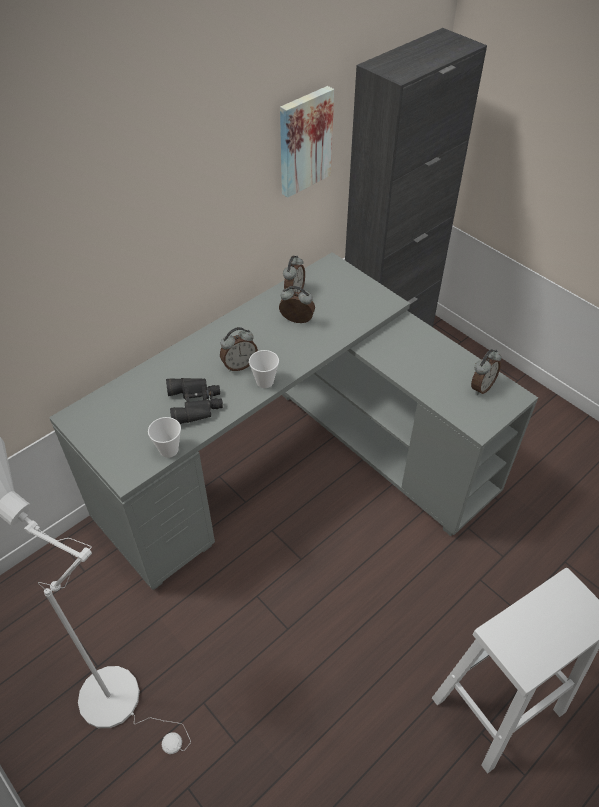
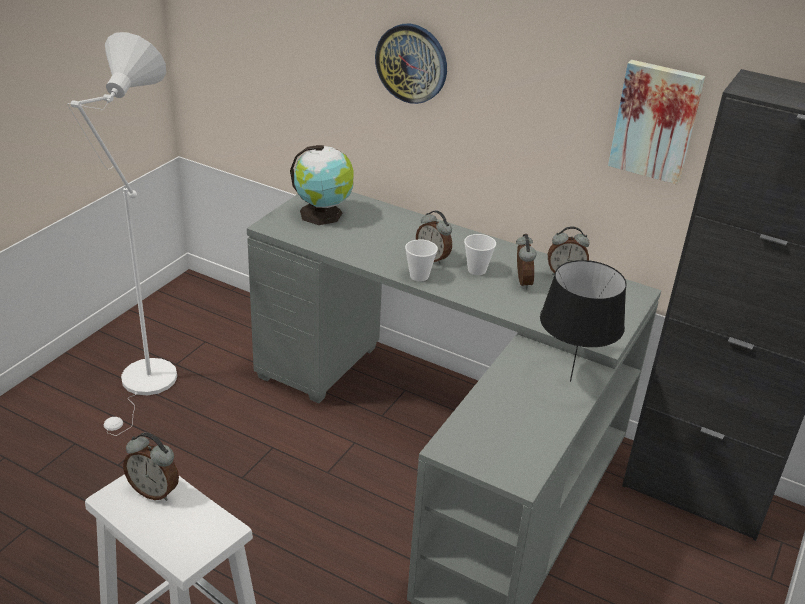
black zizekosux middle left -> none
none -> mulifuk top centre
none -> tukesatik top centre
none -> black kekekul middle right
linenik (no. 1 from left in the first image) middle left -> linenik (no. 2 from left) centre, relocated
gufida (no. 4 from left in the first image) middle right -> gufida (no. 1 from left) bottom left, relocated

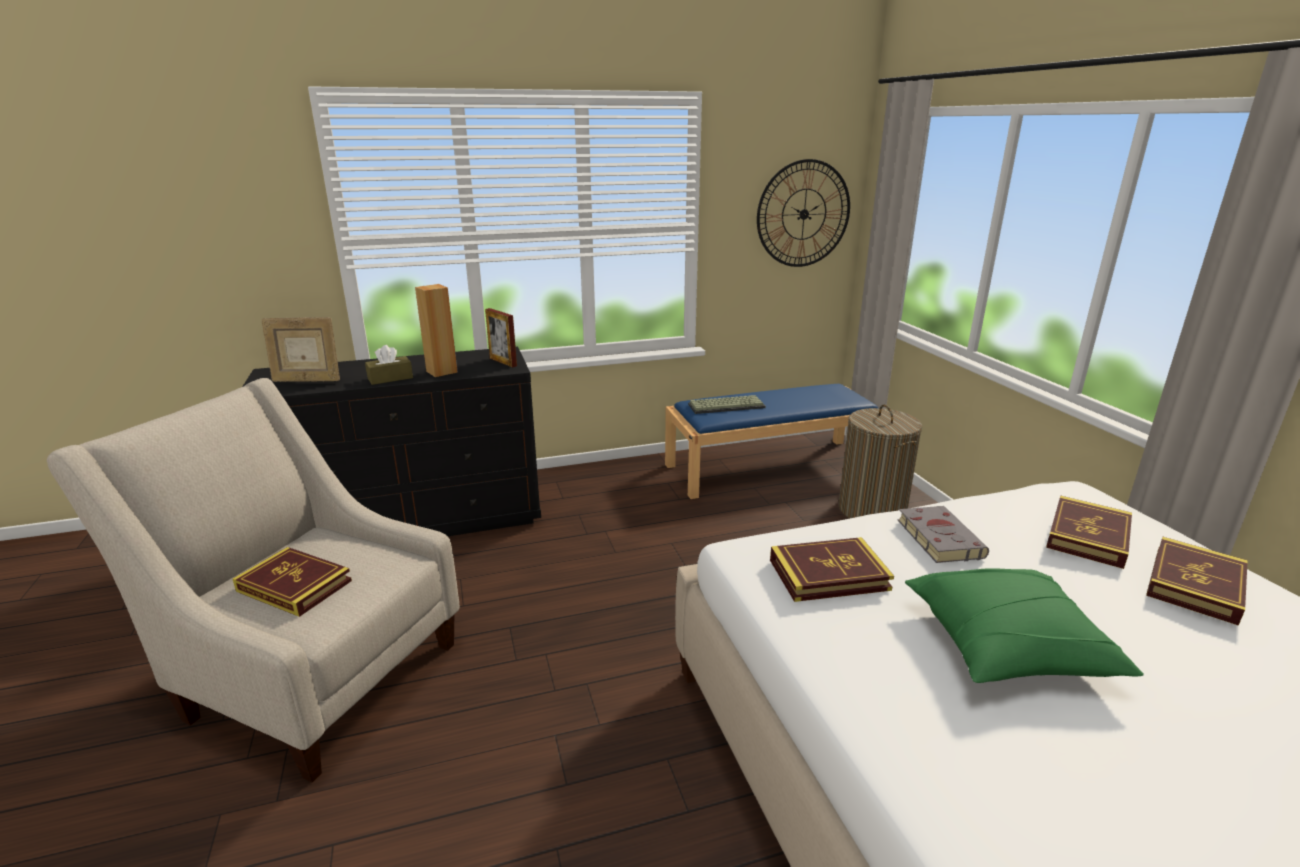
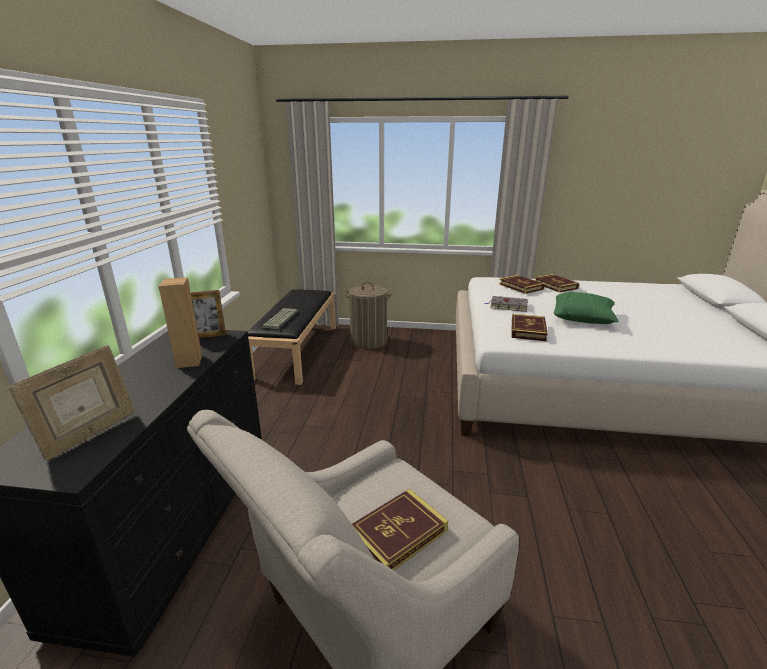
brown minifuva middle left -> none
tukesatik top centre -> none
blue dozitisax centre -> black dozitisax centre

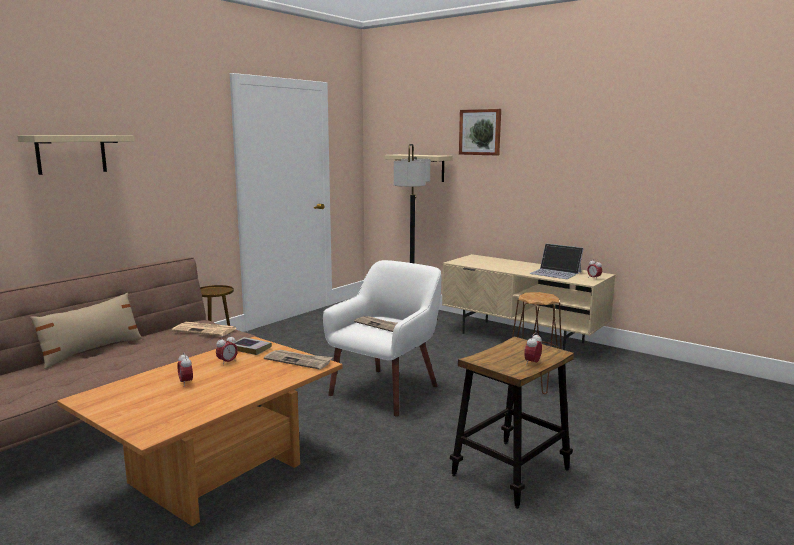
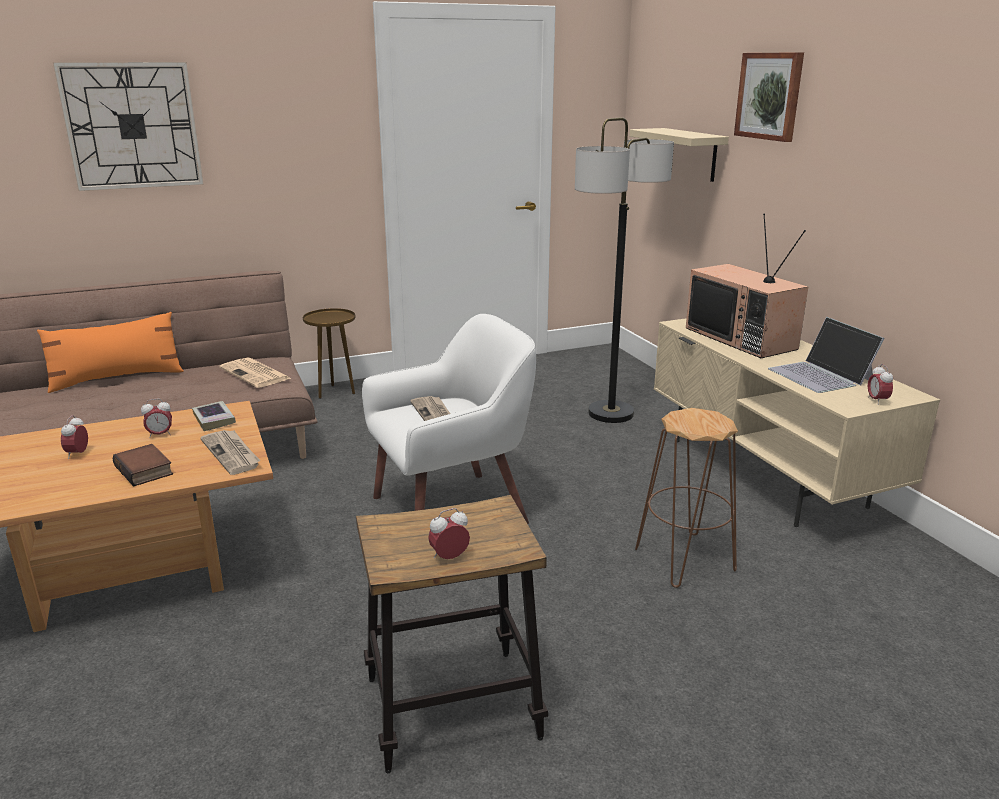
none -> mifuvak (no. 1 from left) middle left
none -> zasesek middle right
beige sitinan (no. 1 from left) top left -> tukesatik top left
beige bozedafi middle left -> orange bozedafi middle left

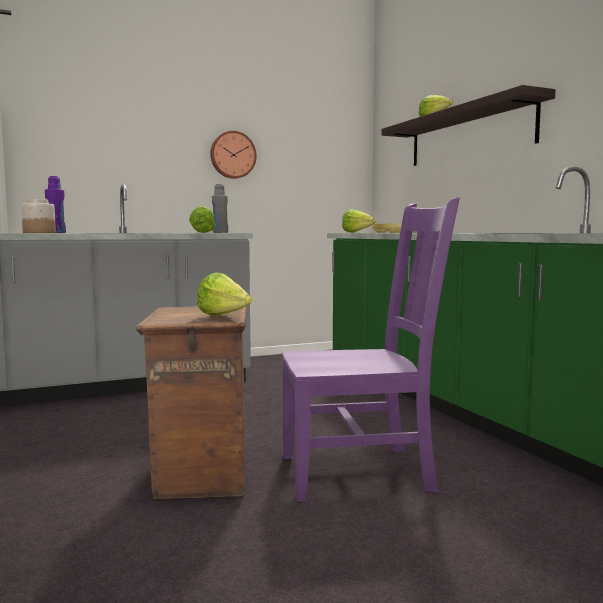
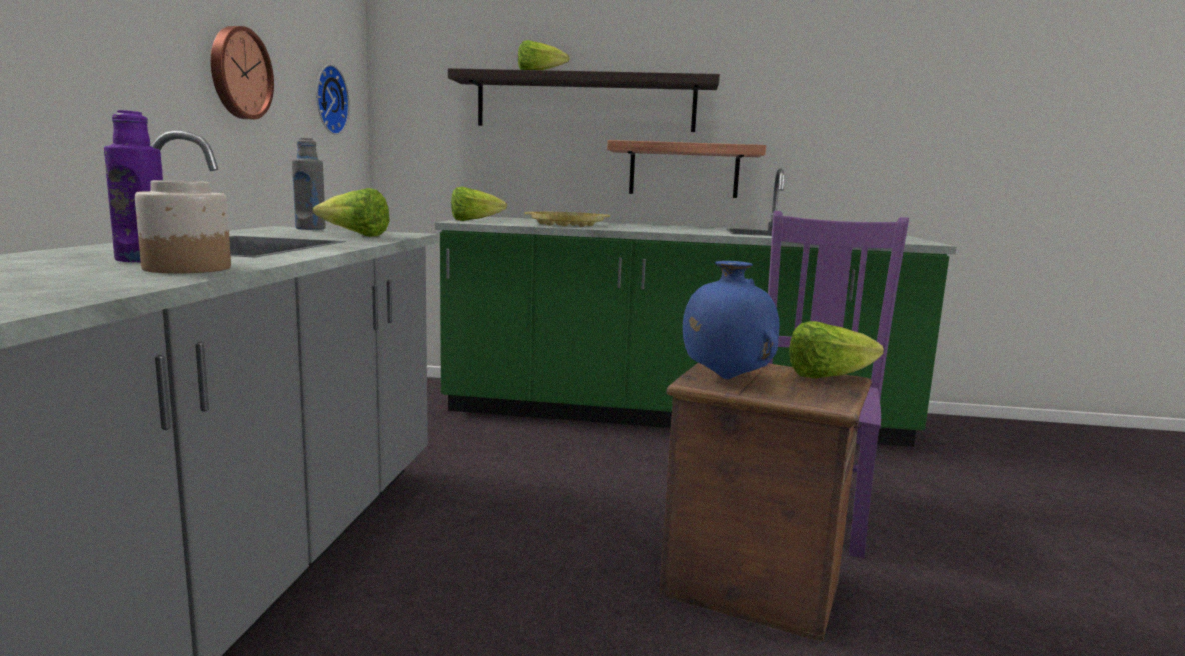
none -> tukesatik (no. 2 from left) top left
none -> sitinan (no. 2 from left) top centre
none -> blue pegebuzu centre

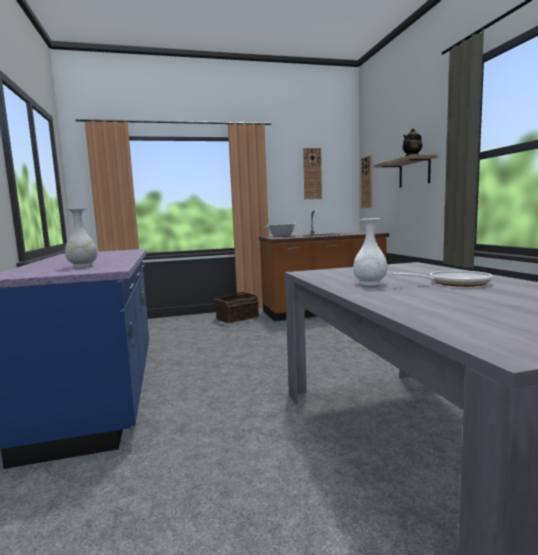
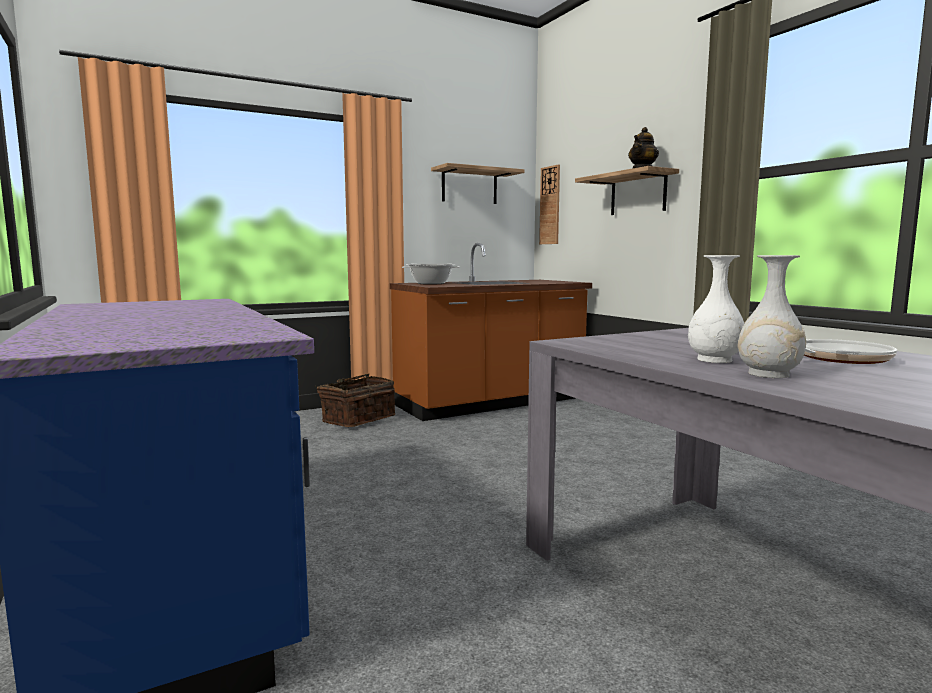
white pegebuzu (no. 1 from left in the first image) middle left -> white pegebuzu (no. 2 from left) middle right, relocated
tukesatik (no. 1 from left) top centre -> sitinan (no. 1 from left) top centre

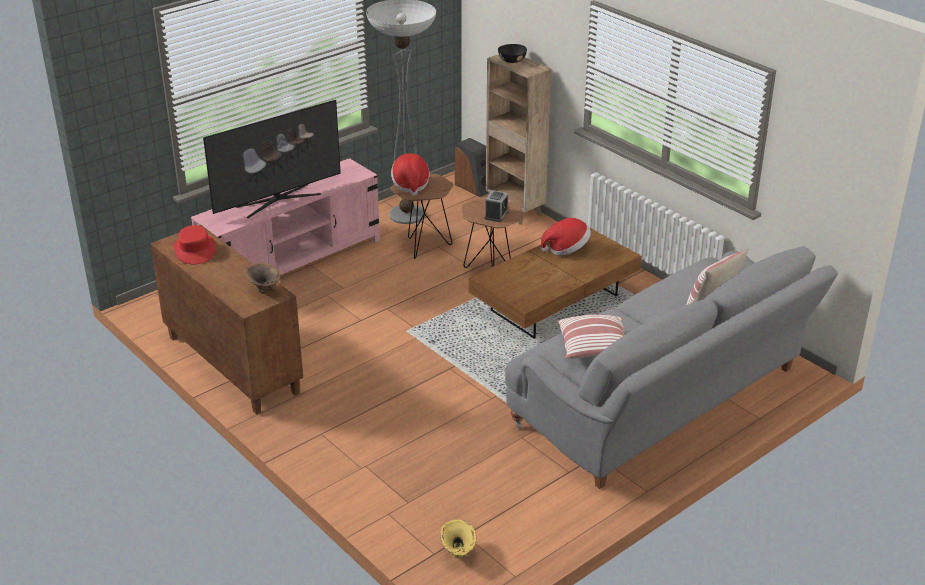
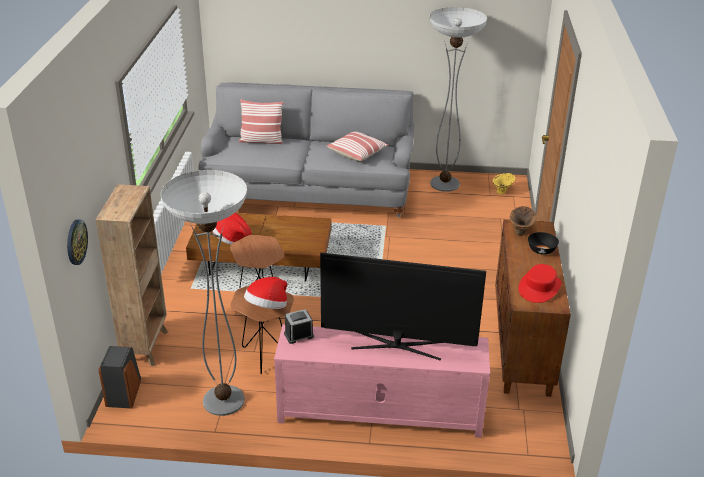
none -> tukesatik middle left
none -> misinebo (no. 2 from left) top centre
gufida centre -> gufida bottom centre, relocated
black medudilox top centre -> black medudilox middle right, relocated

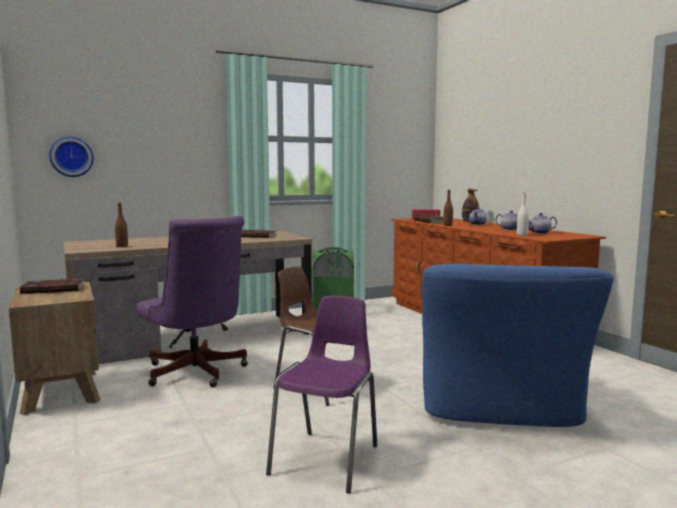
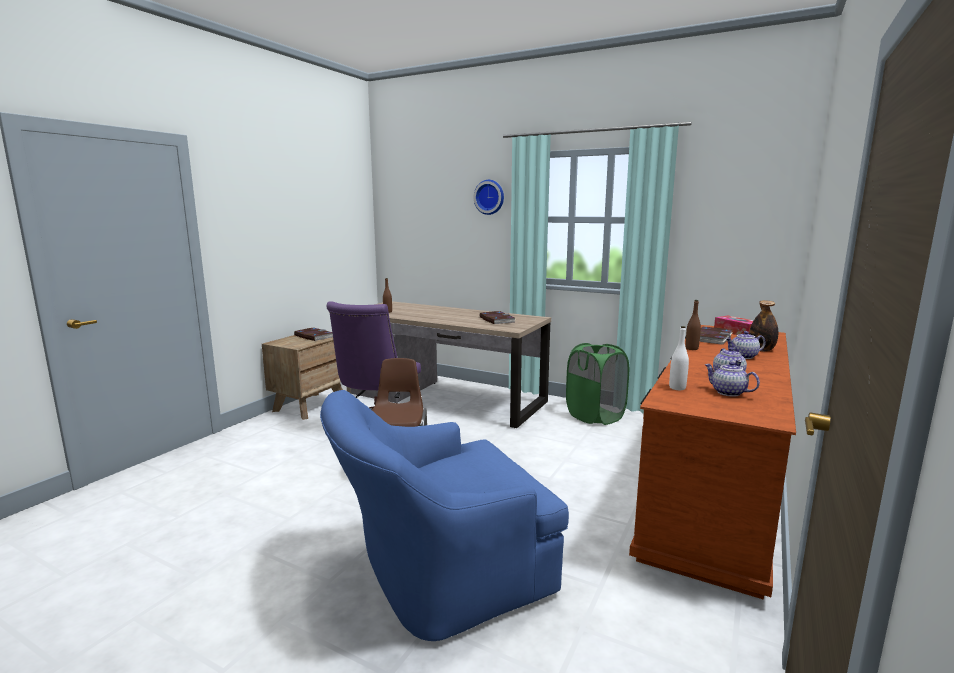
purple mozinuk bottom centre -> none
tukesatik top left -> tukesatik top centre, relocated

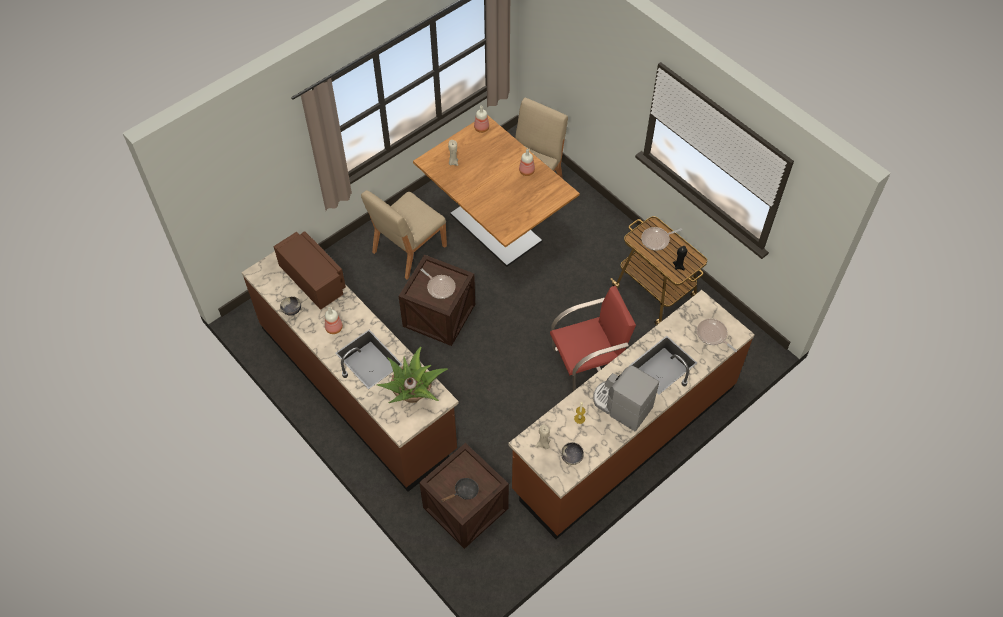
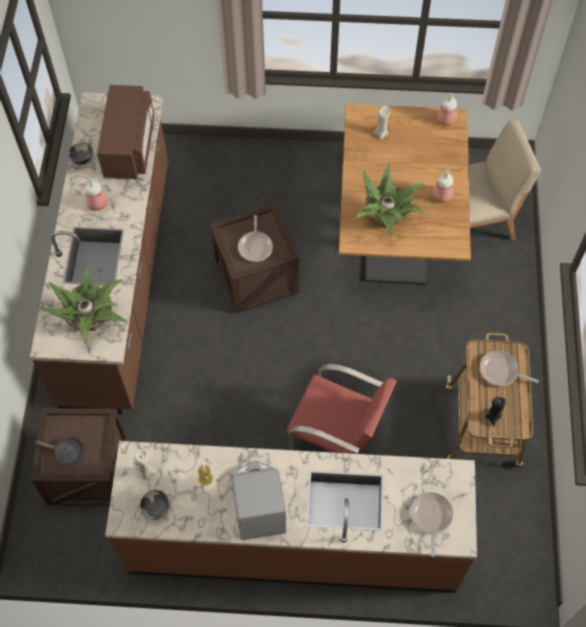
beige mozinuk (no. 1 from left) centre -> none
none -> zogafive (no. 2 from left) top centre

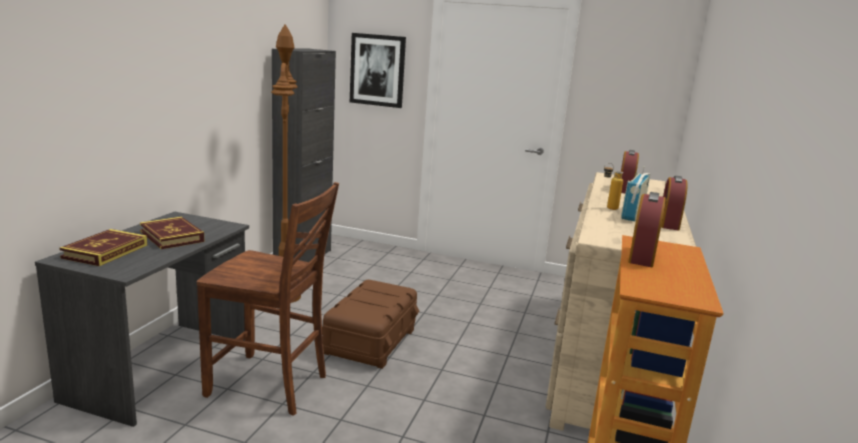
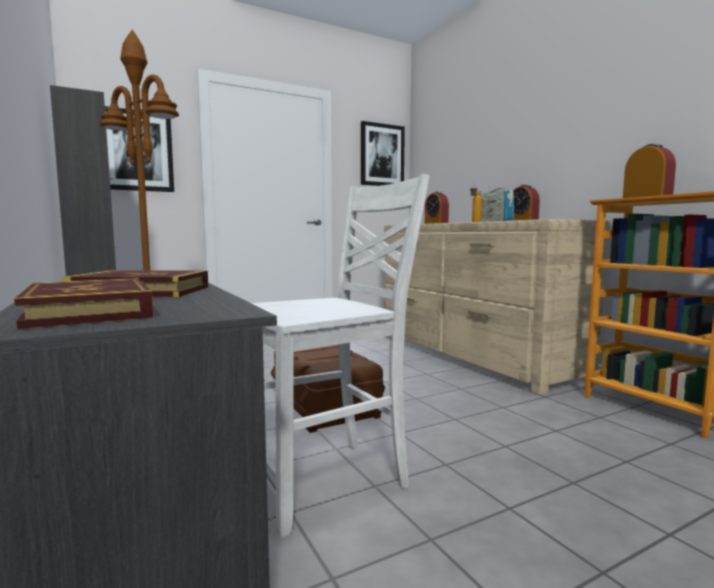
none -> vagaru (no. 2 from left) top centre
brown mozinuk bottom left -> white mozinuk centre

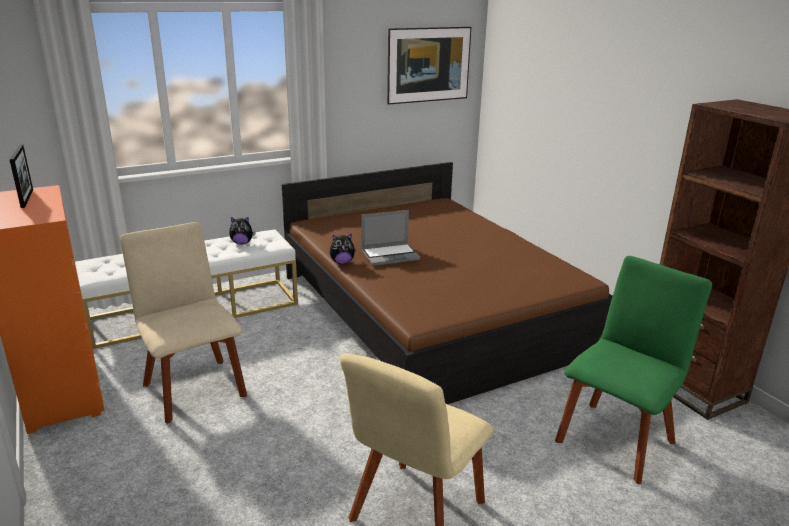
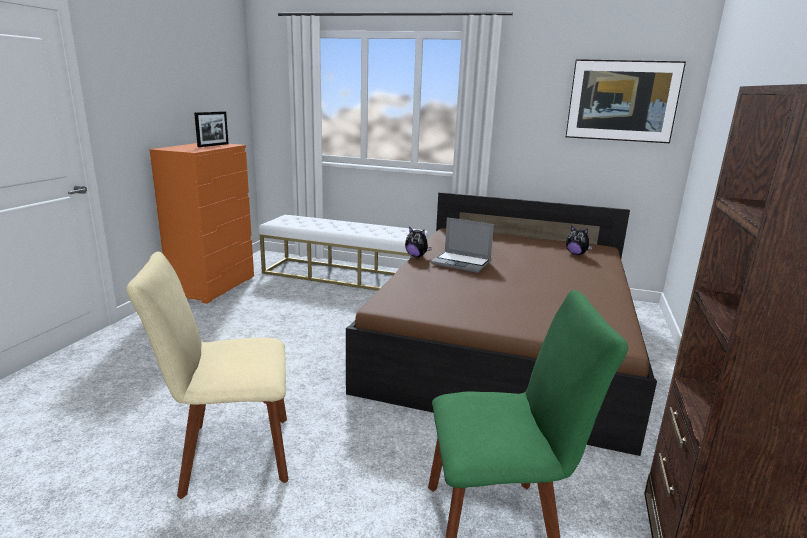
beige mozinuk (no. 1 from left) middle left -> none
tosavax (no. 1 from left in the first image) middle left -> tosavax (no. 2 from left) middle right, relocated

